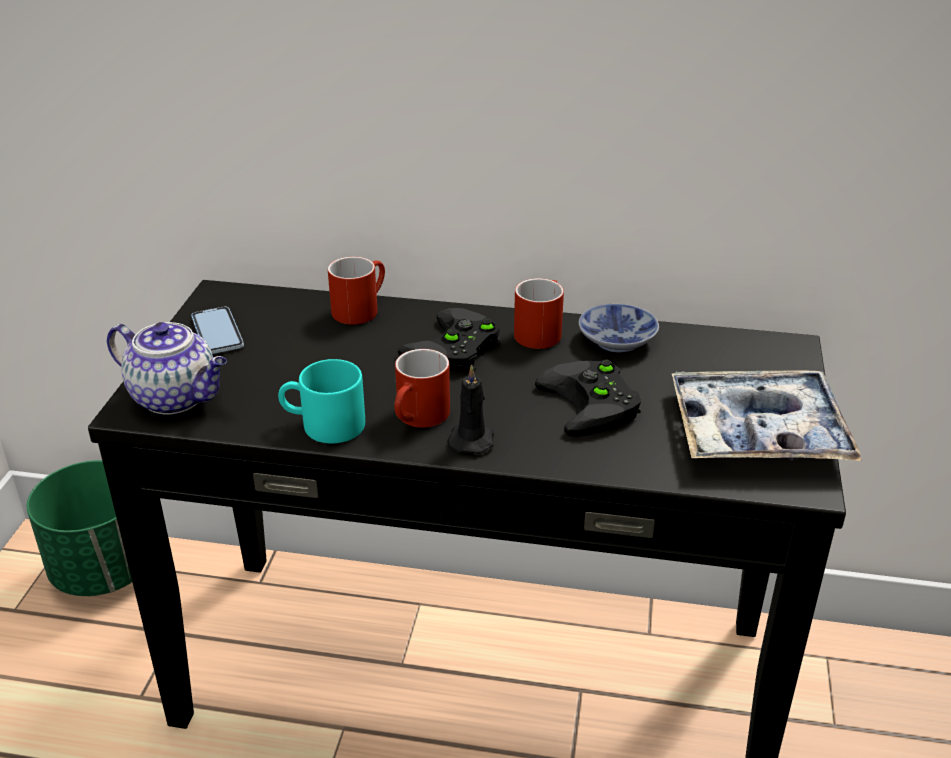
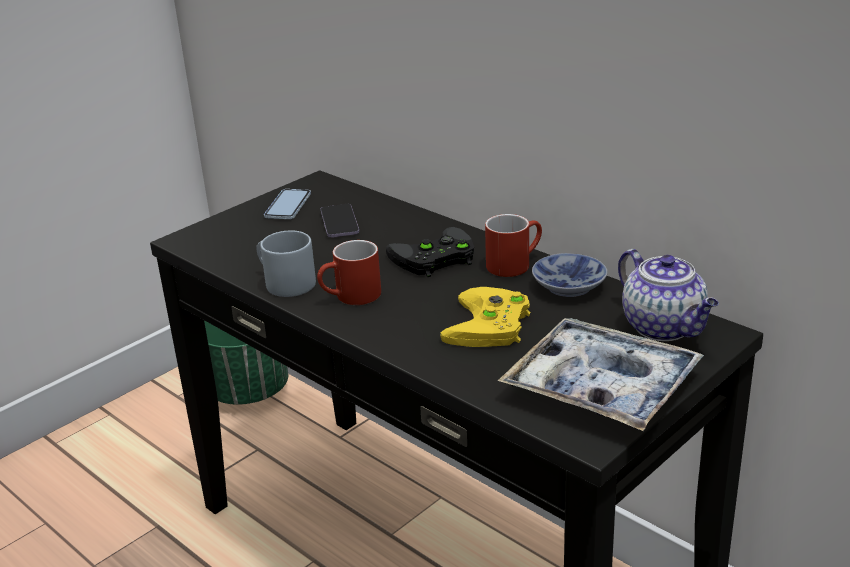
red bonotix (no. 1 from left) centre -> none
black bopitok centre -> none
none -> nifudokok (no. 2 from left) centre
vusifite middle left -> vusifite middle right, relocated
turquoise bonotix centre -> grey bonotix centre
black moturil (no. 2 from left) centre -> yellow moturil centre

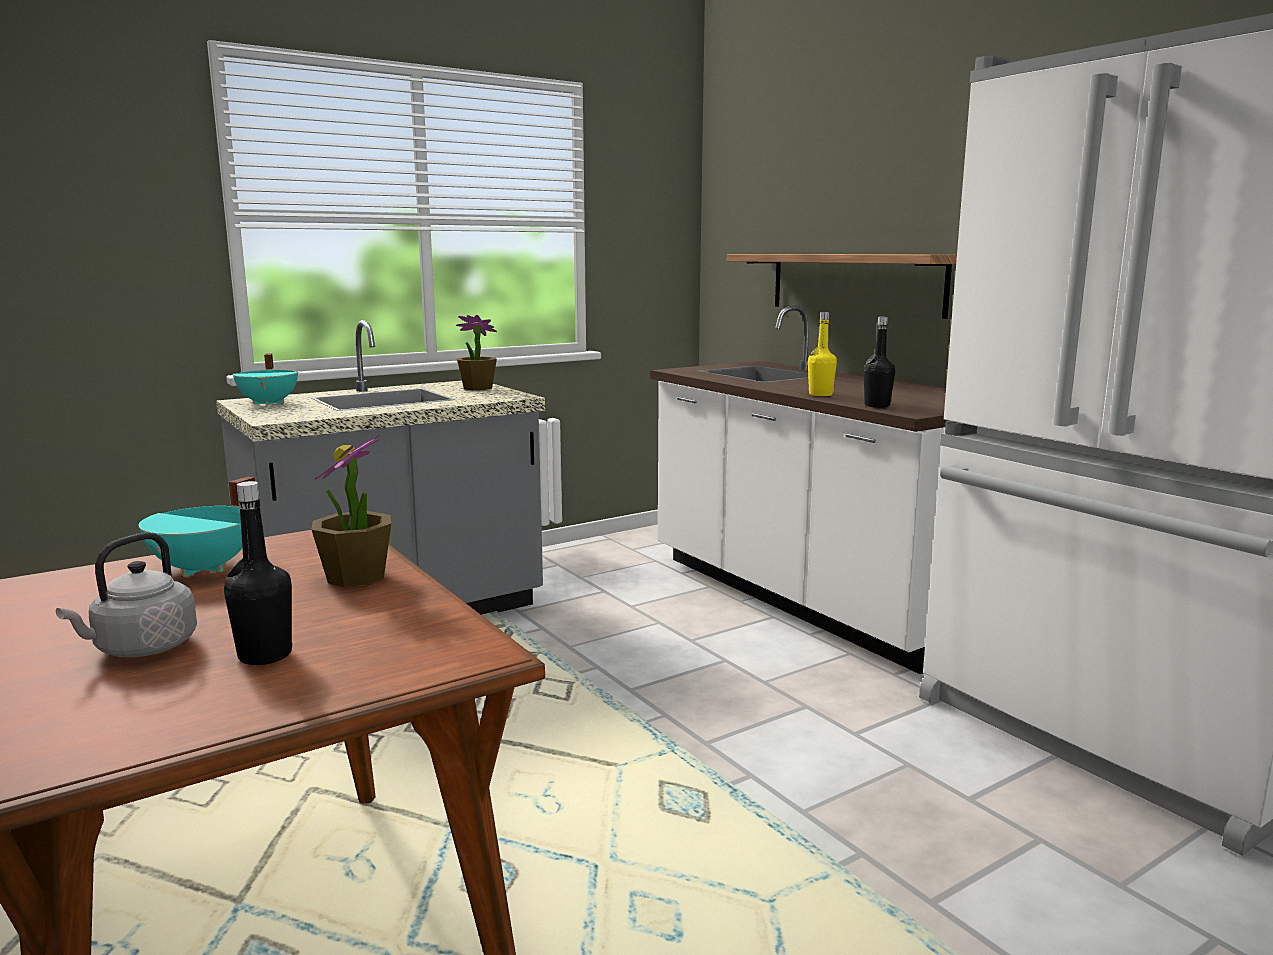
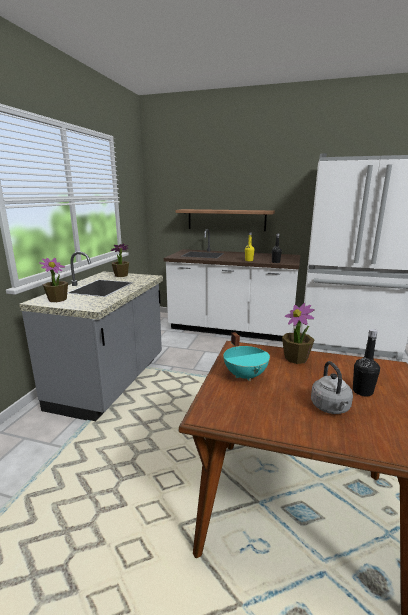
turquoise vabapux (no. 2 from left) middle left -> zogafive (no. 1 from left) middle left

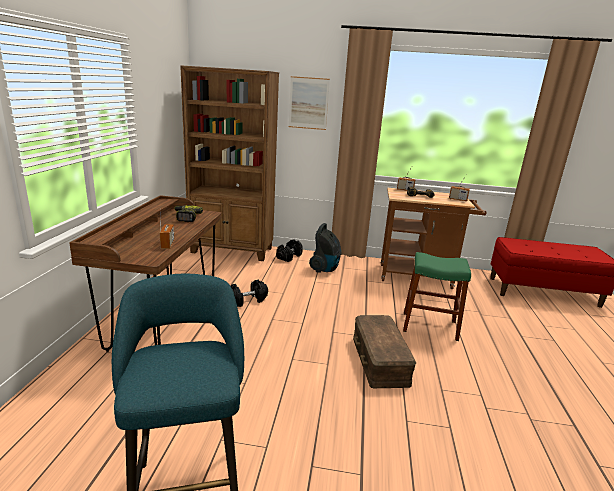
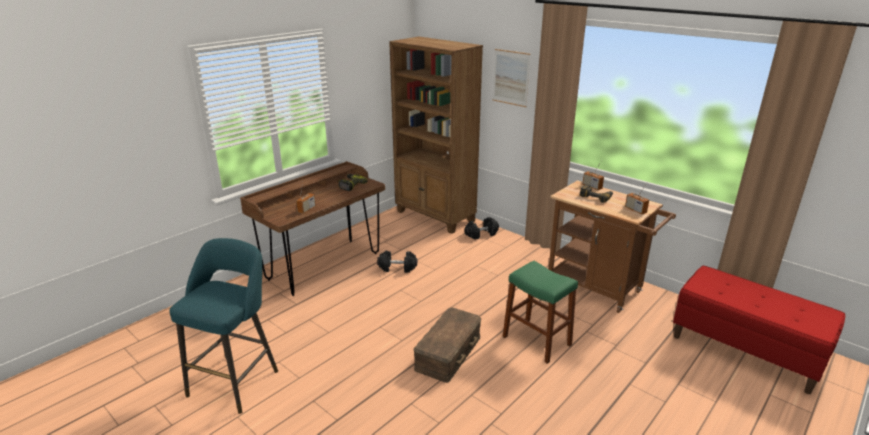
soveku centre -> none

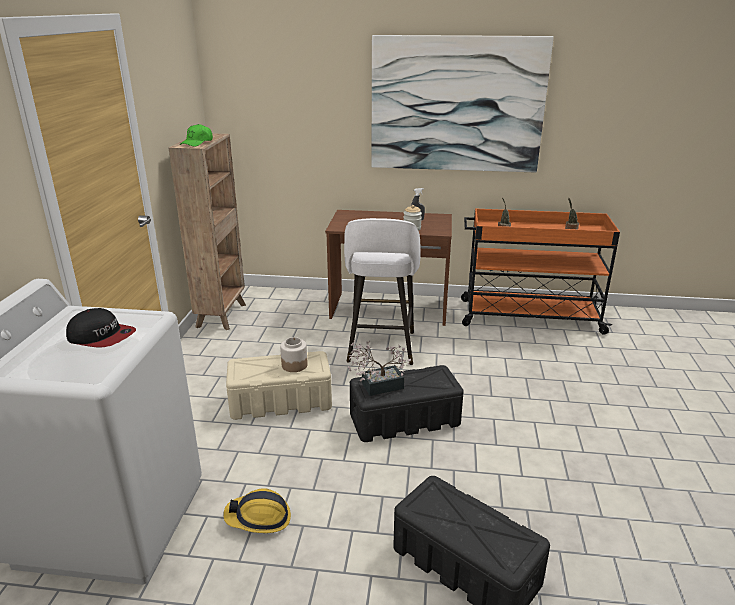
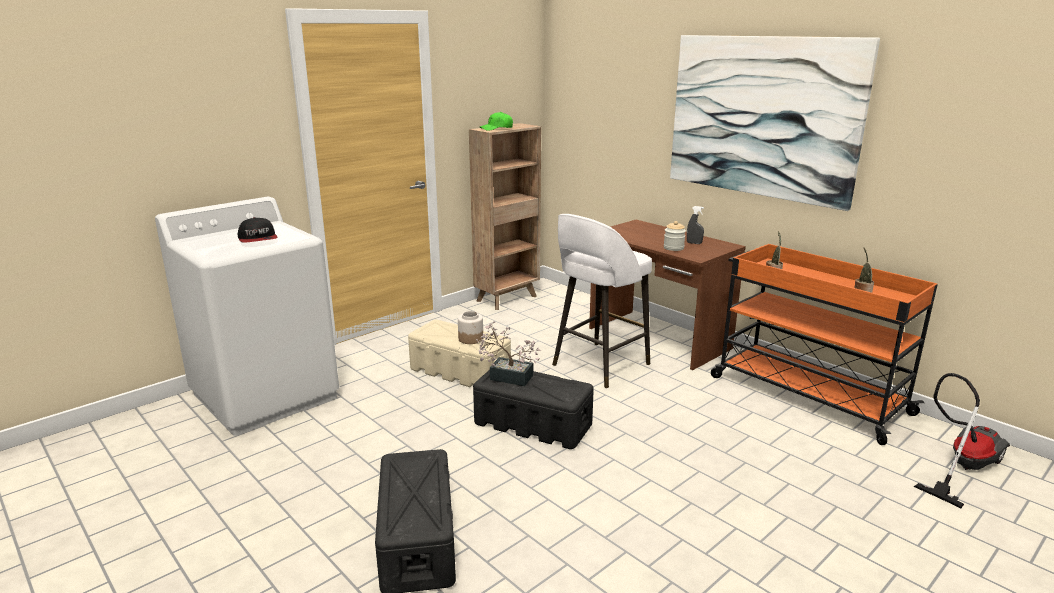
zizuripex bottom centre -> none
none -> soveku bottom right

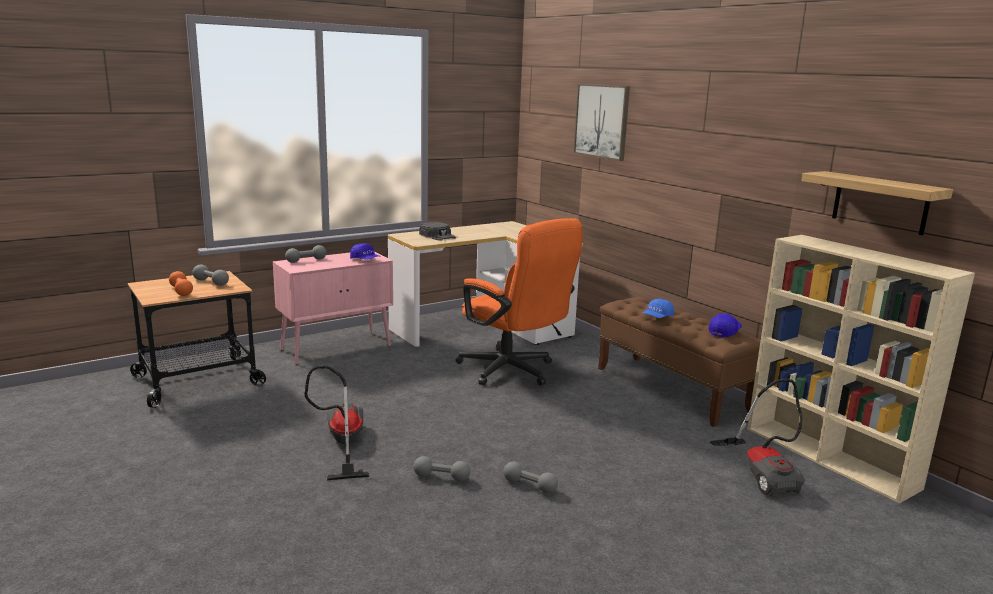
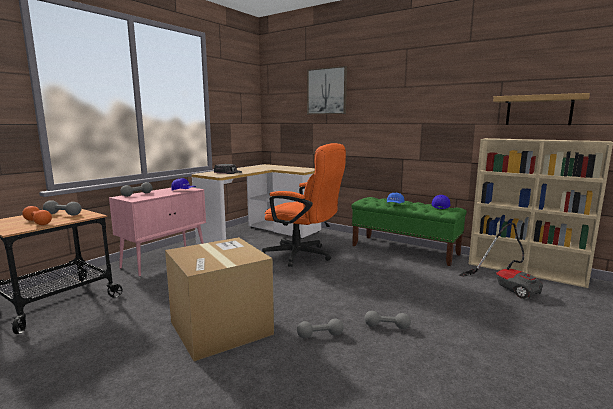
soveku (no. 1 from left) bottom centre -> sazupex bottom centre
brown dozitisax middle right -> green dozitisax middle right

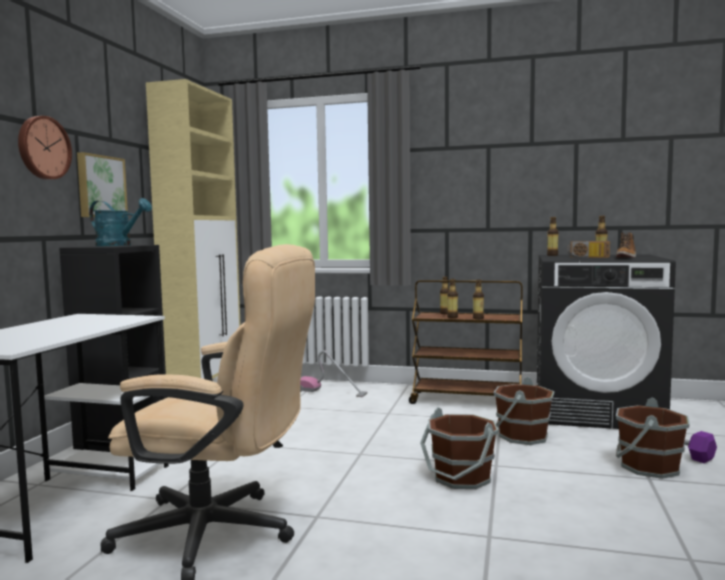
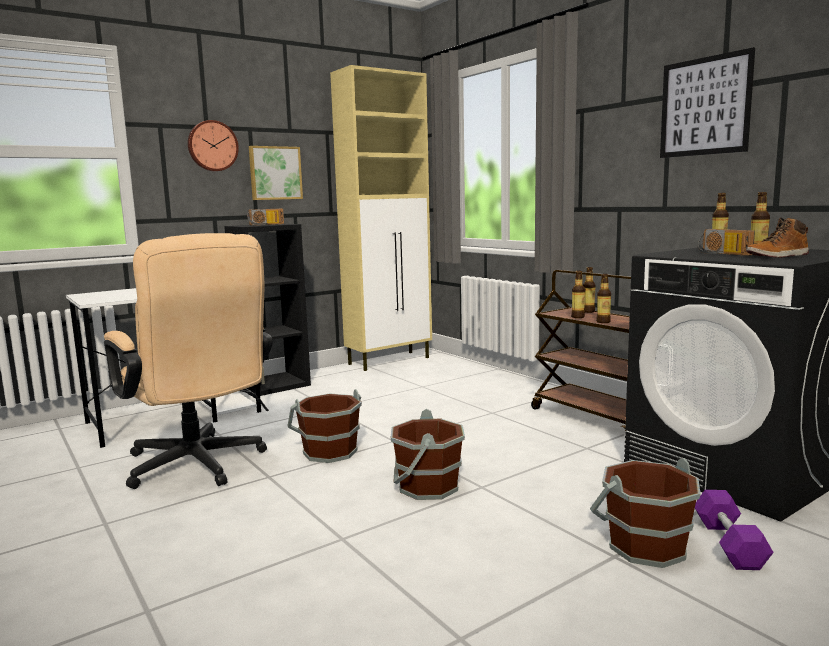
soveku centre -> none
none -> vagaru (no. 2 from left) top right
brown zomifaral (no. 2 from left in the first image) bottom right -> brown zomifaral (no. 1 from left) centre, relocated
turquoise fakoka middle left -> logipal (no. 1 from left) middle left

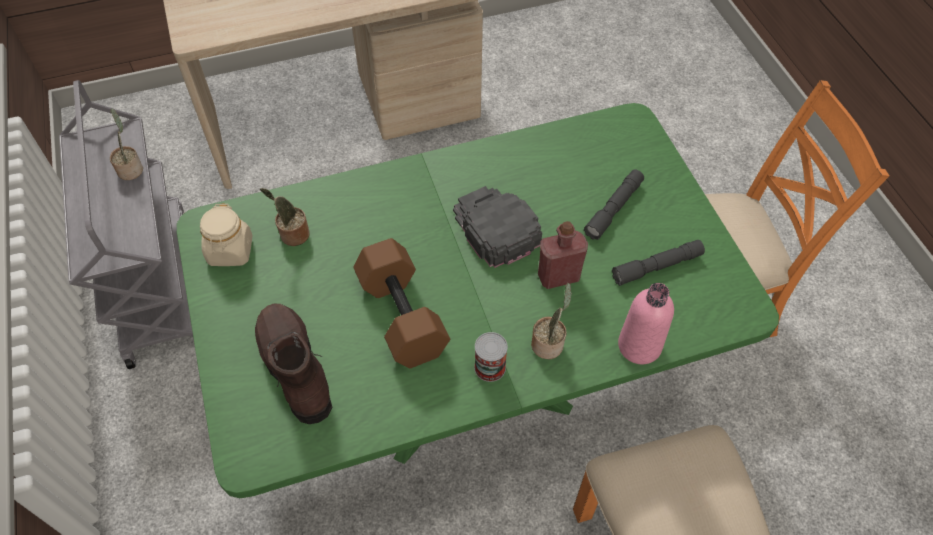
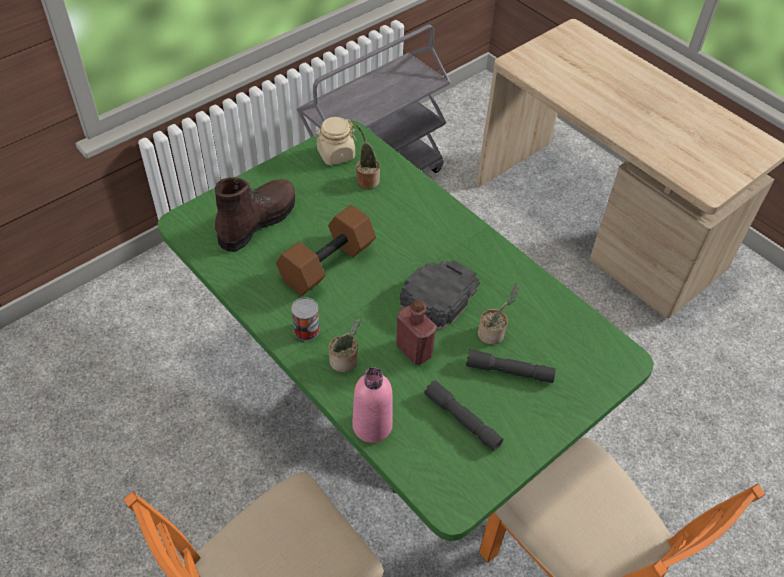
zogafive (no. 1 from left in the first image) top left -> zogafive (no. 3 from left) centre, relocated

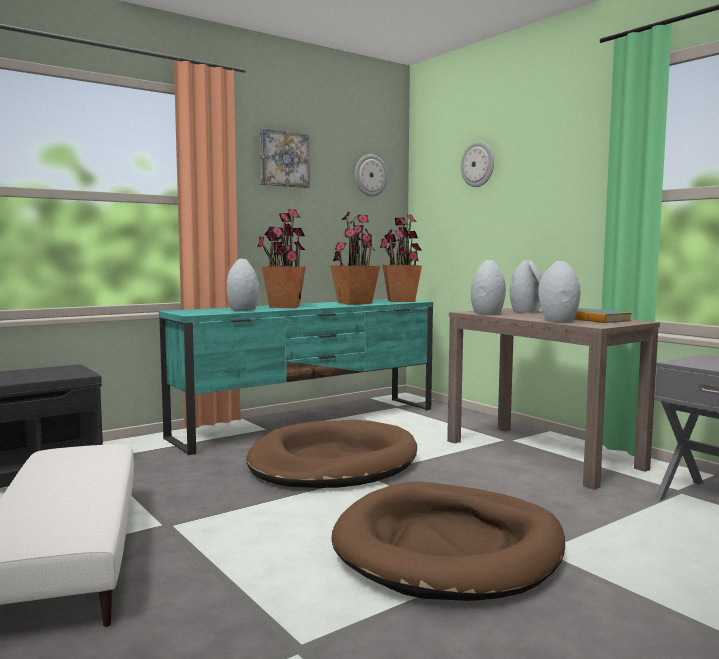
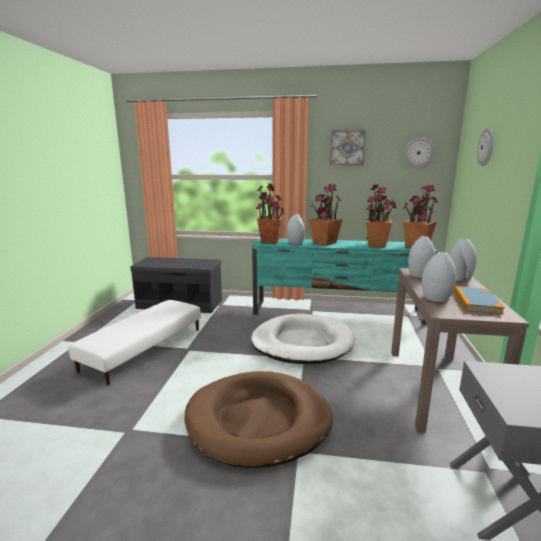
none -> zogafive (no. 1 from left) centre
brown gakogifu (no. 1 from left) bottom centre -> white gakogifu centre

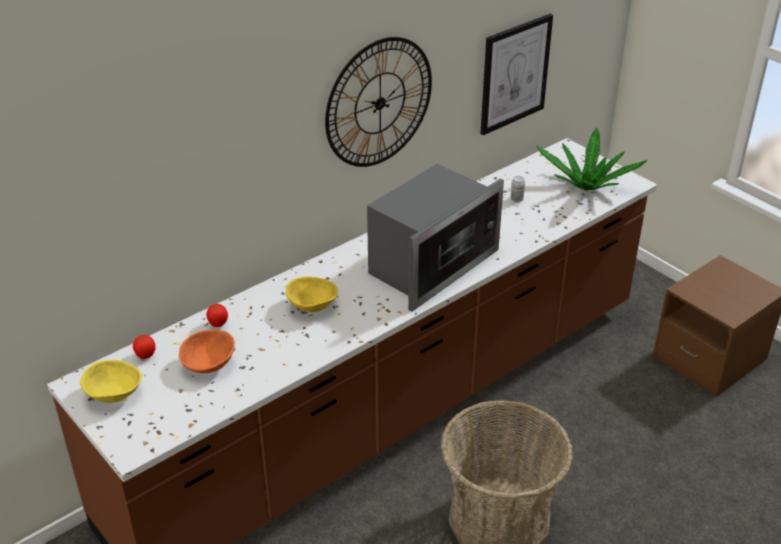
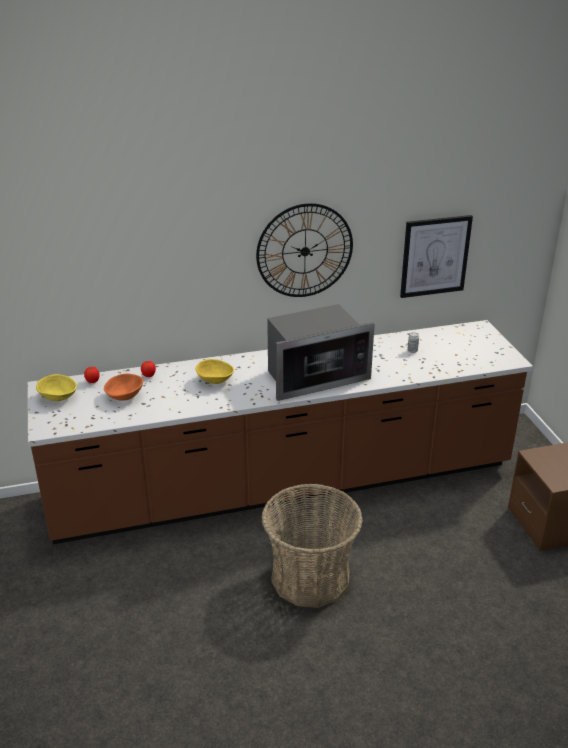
zogafive top right -> none

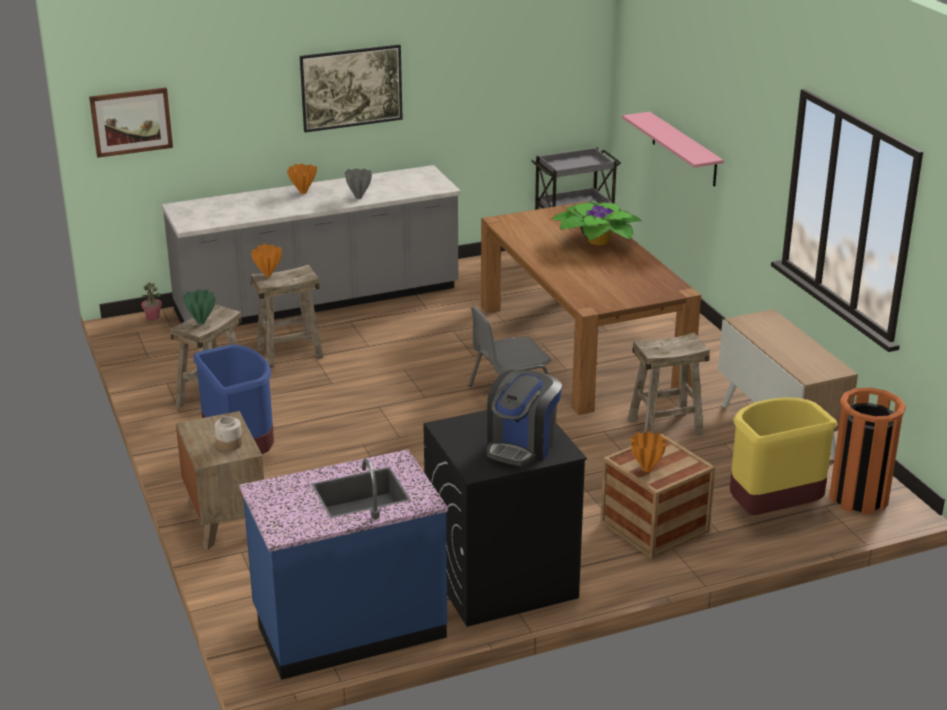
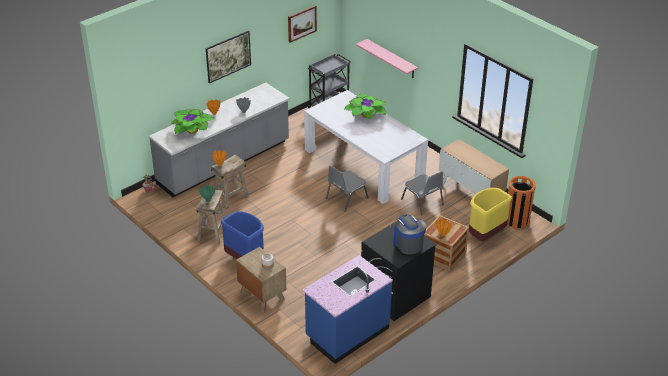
none -> zogafive (no. 2 from left) top left
vagaru (no. 1 from left in the first image) top left -> vagaru (no. 2 from left) top centre, relocated
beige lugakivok (no. 3 from left) middle right -> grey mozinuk (no. 2 from left) centre
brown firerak centre -> white firerak centre
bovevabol centre, 150 degrees clockwise

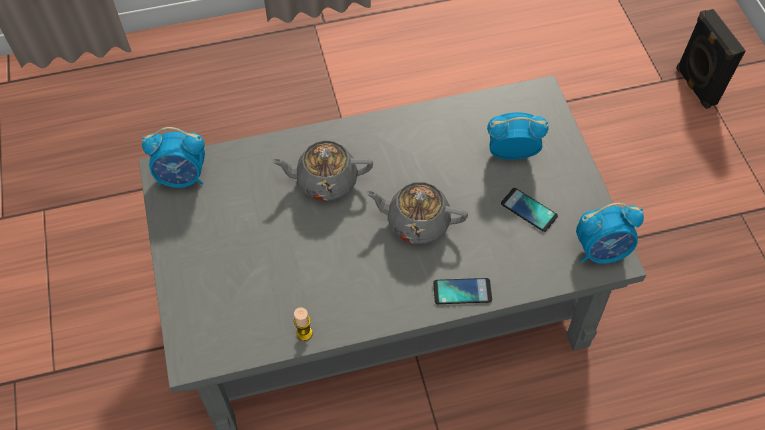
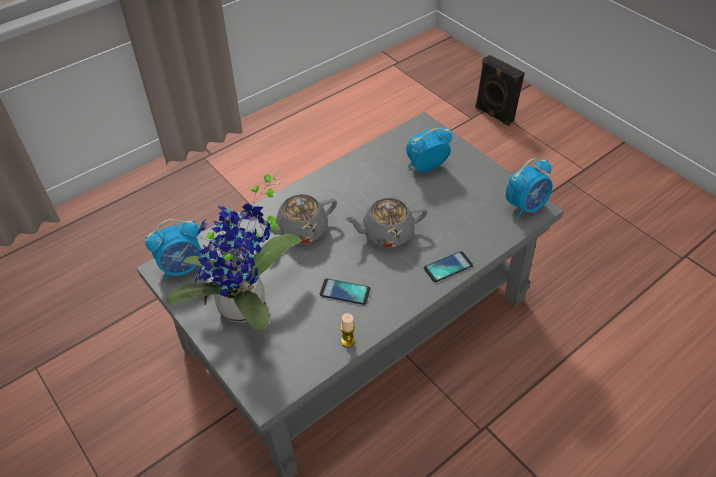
none -> zogafive middle left
nifudokok (no. 2 from left in the first image) middle right -> nifudokok (no. 1 from left) centre, relocated

